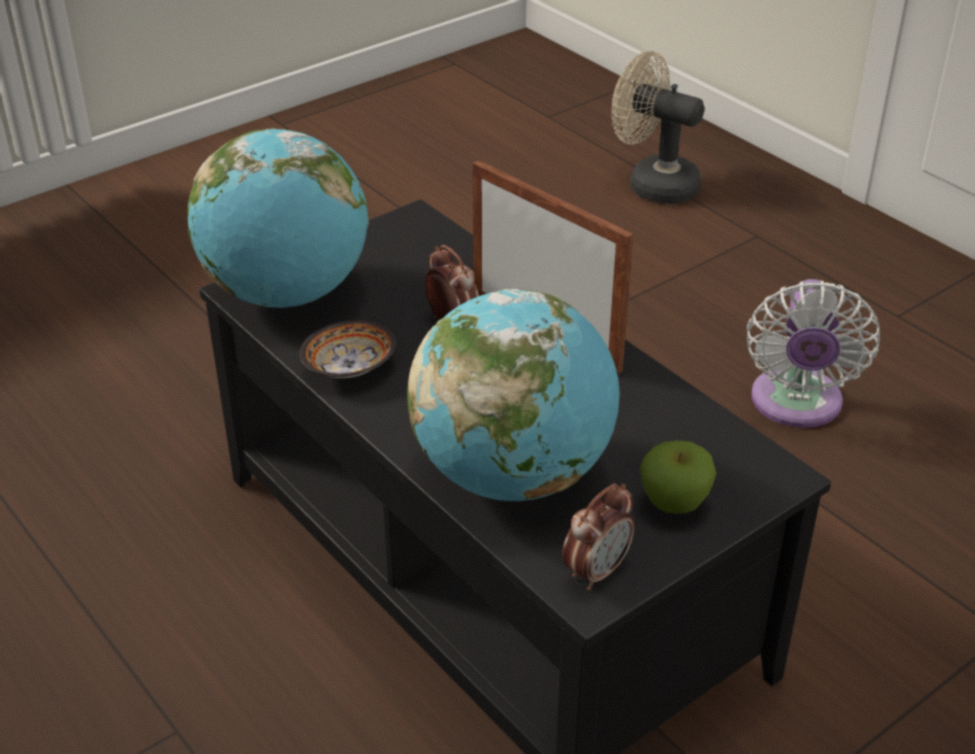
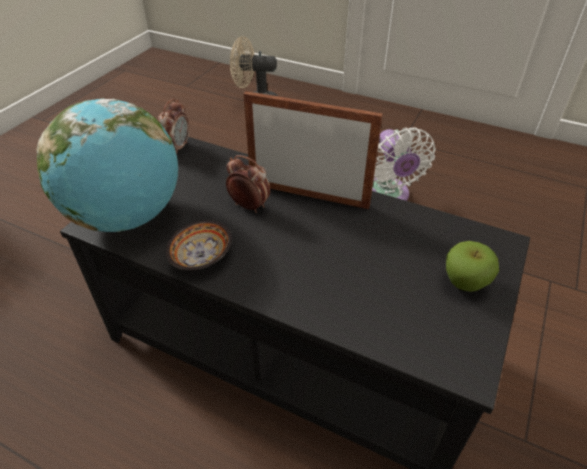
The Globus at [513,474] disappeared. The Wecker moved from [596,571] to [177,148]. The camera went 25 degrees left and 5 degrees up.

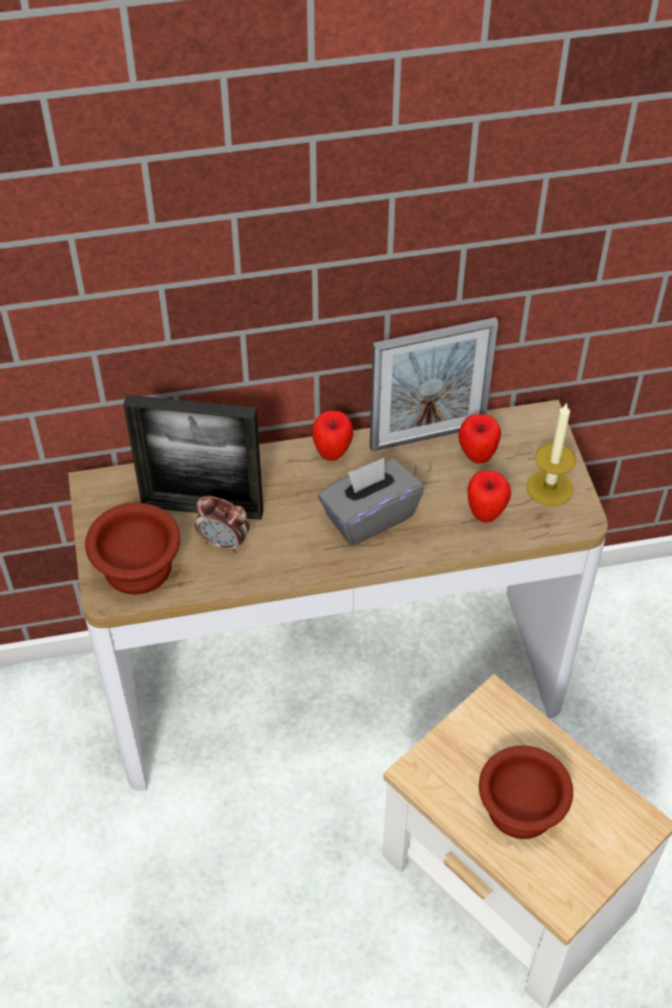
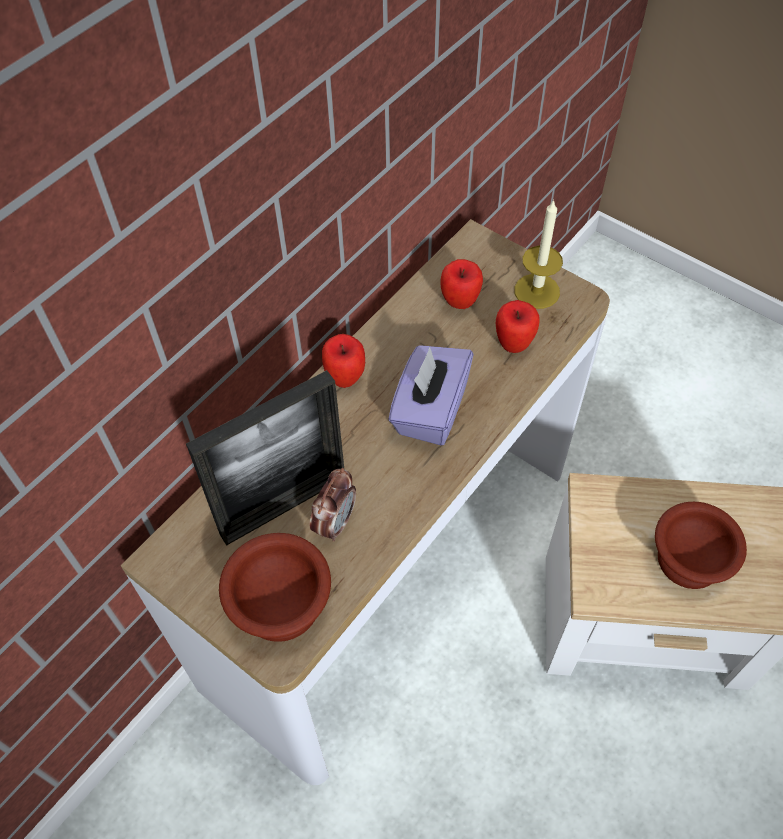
The Bilderrahmen at [427,436] disappeared. The Taschentuchbox (grau) at [369,516] became the Taschentuchbox (lila) at [430,410]. The Wecker at [224,543] turned 45 degrees counterclockwise. The camera went 40 degrees left and 5 degrees up.

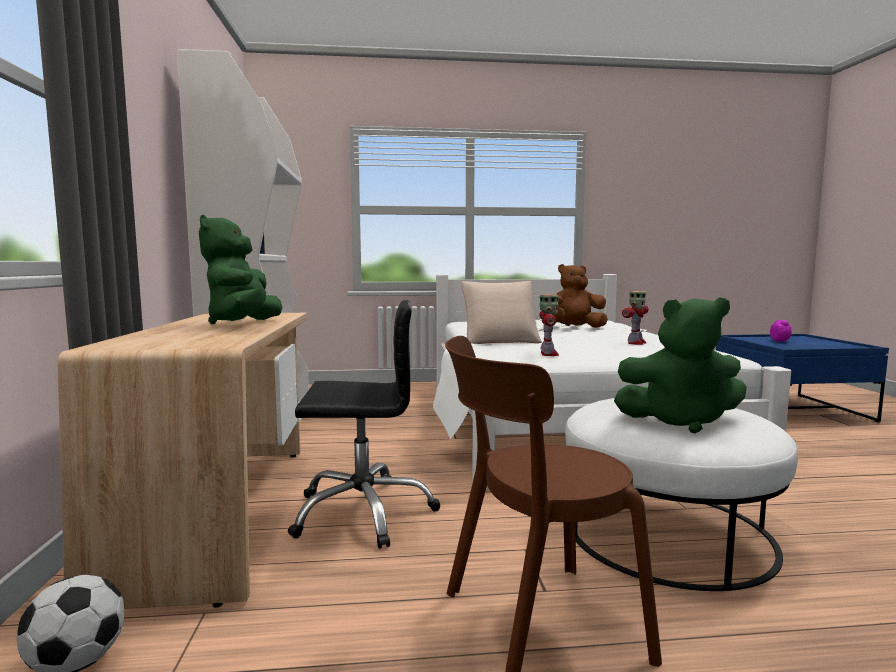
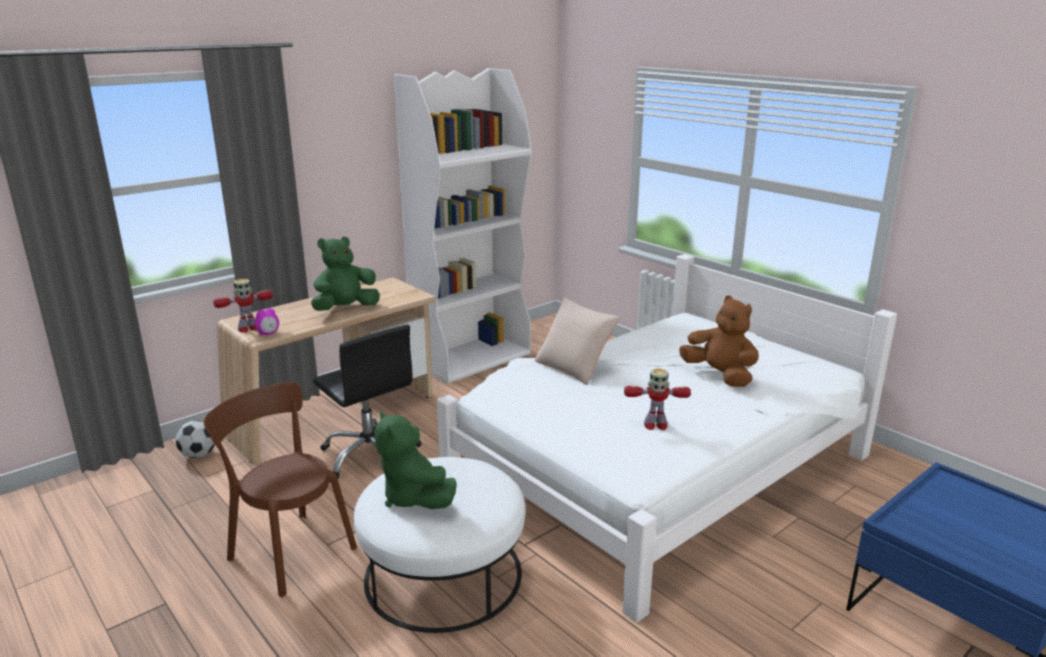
The Spielzeugroboter moved from [548,354] to [248,328]. The Wecker moved from [780,341] to [268,334]. The camera went 55 degrees right and 15 degrees up.

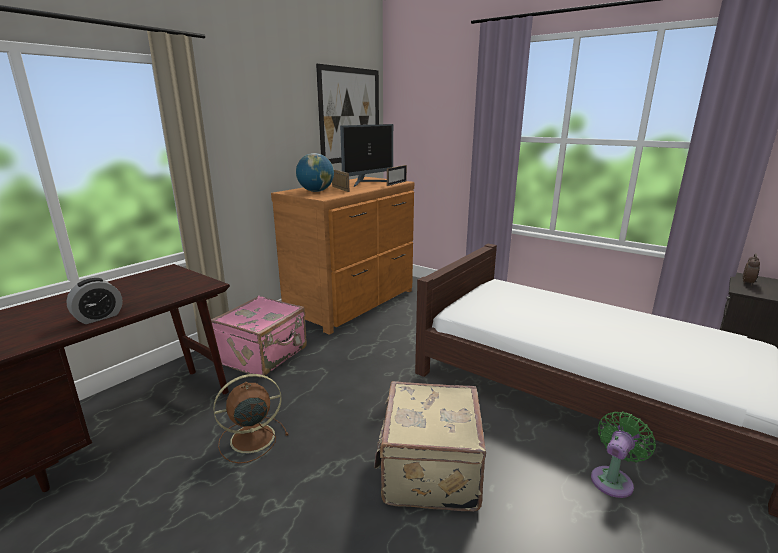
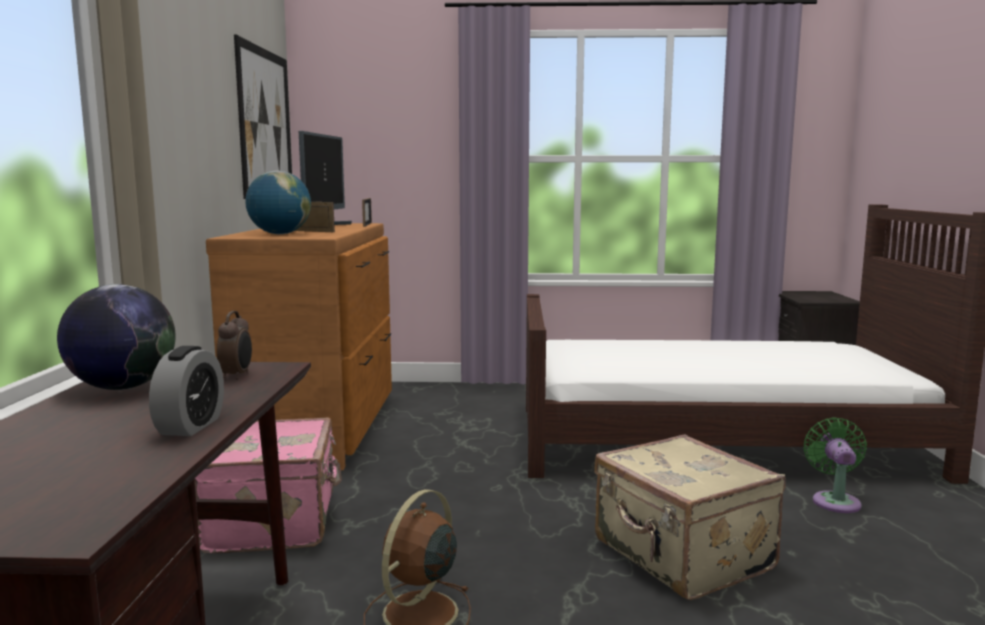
The Wecker moved from [748,283] to [237,375]. The Globus at [122,387] appeared. The camera went 35 degrees left and 10 degrees down.

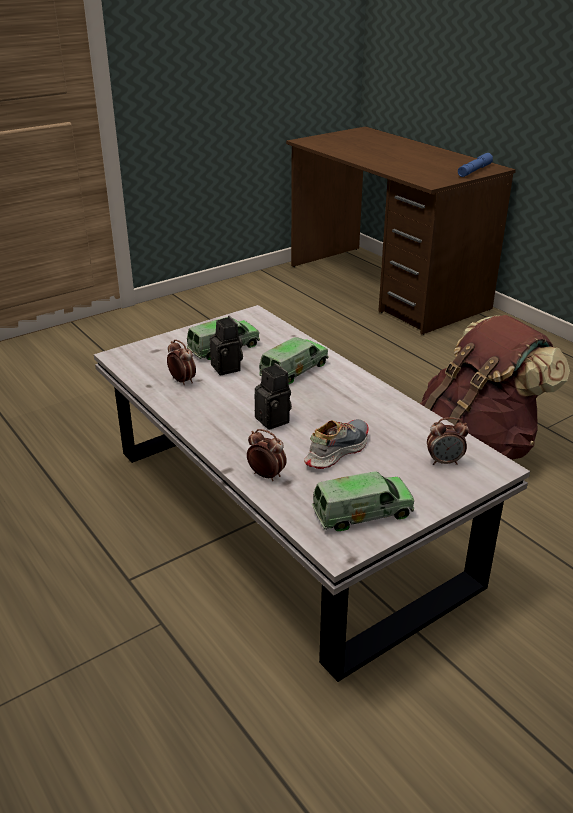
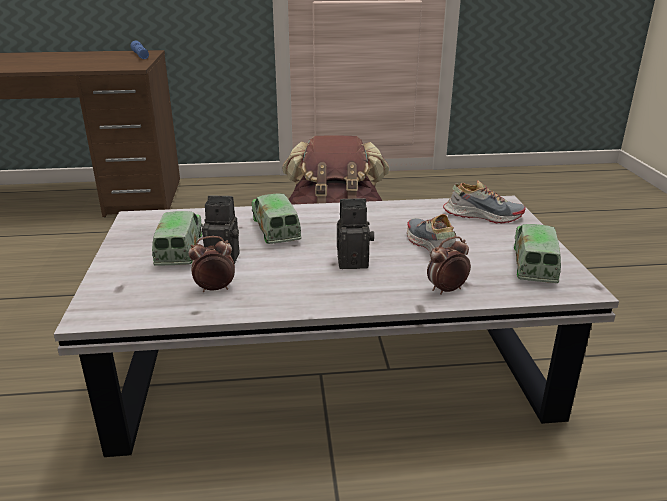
The Wecker at [444,461] was replaced by the Schuh at [482,215]. The camera went 60 degrees left and 5 degrees down.

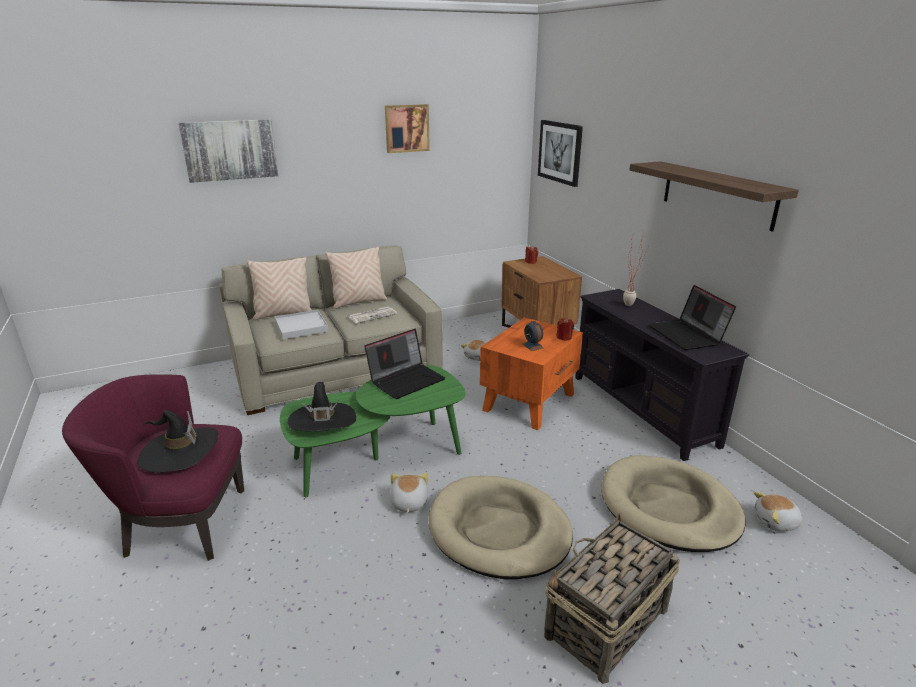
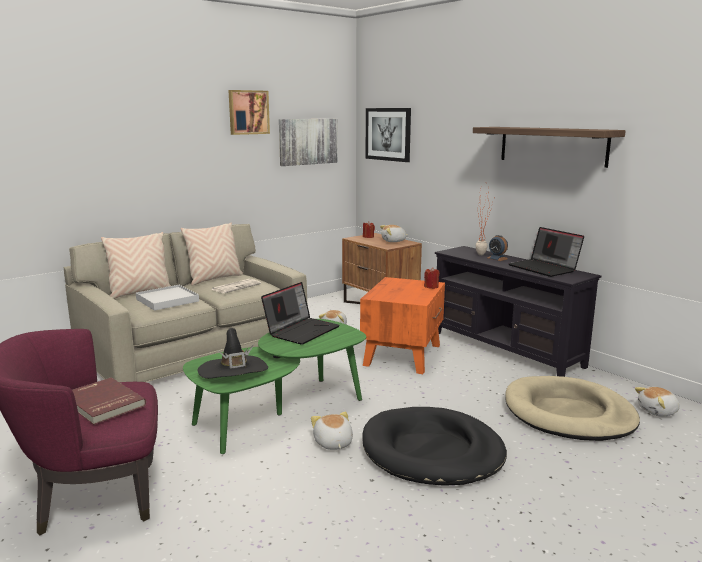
The Bild moved from [230,150] to [308,141]. The Wecker moved from [532,346] to [497,258]. The Hut (schwarz) at [179,452] was replaced by the Buch (rot) at [102,403]. The Hundebett (beige) at [499,531] became the Hundebett (schwarz) at [432,451]. The Korb at [605,624] disappeared. The Plüschtier at [394,241] appeared. The camera went 15 degrees left and 10 degrees down.

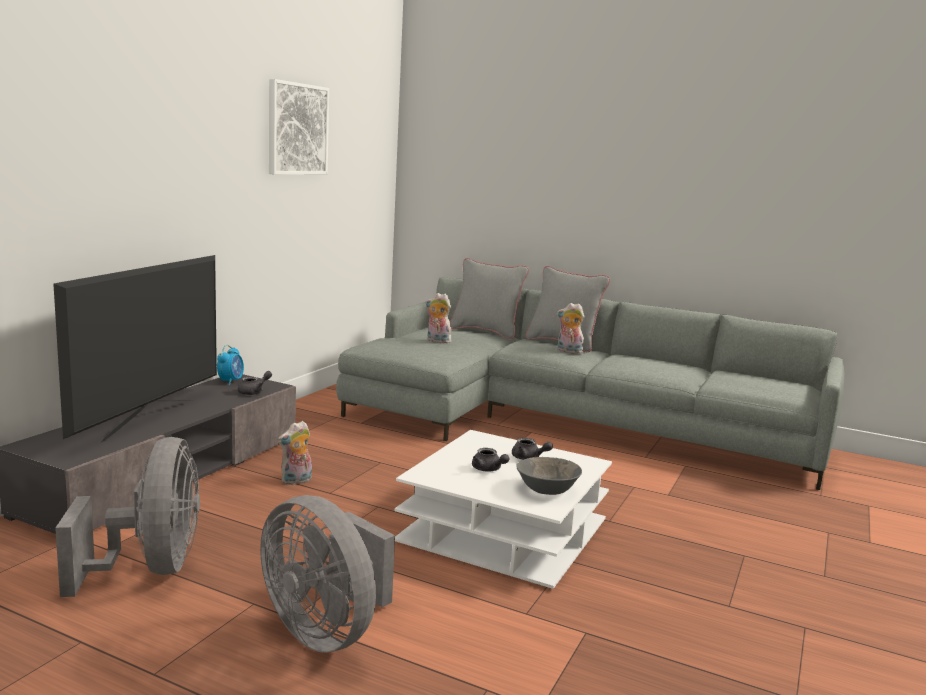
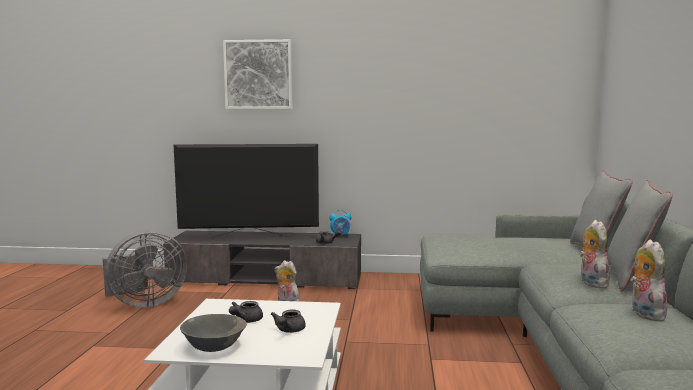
The Bild moved from [297,129] to [258,75]. The Plüschtier moved from [437,341] to [644,313]. The Ventilator (grau) at [326,631] disappeared. The camera went 70 degrees right and 5 degrees down.

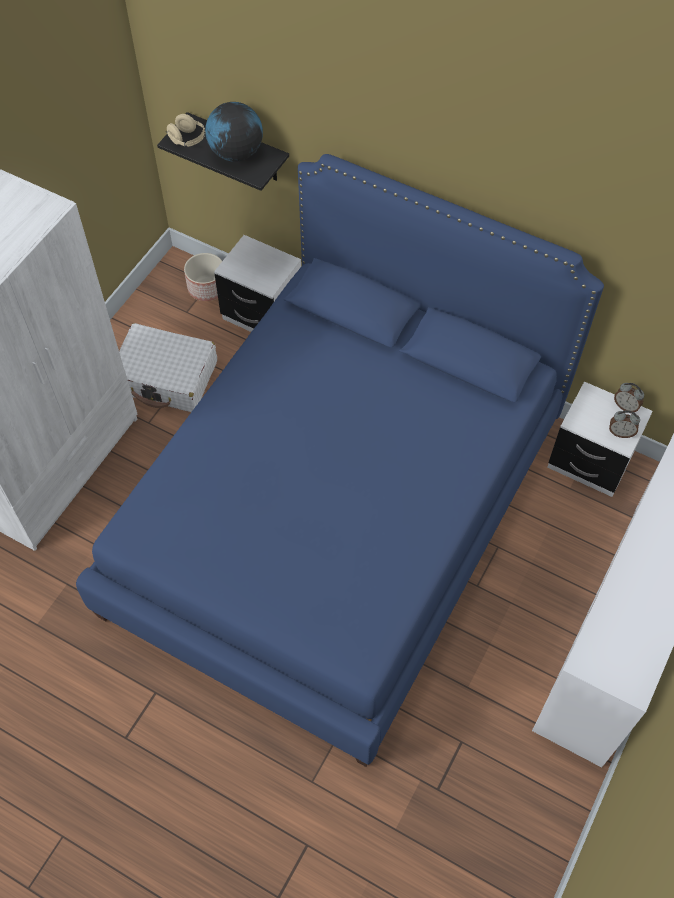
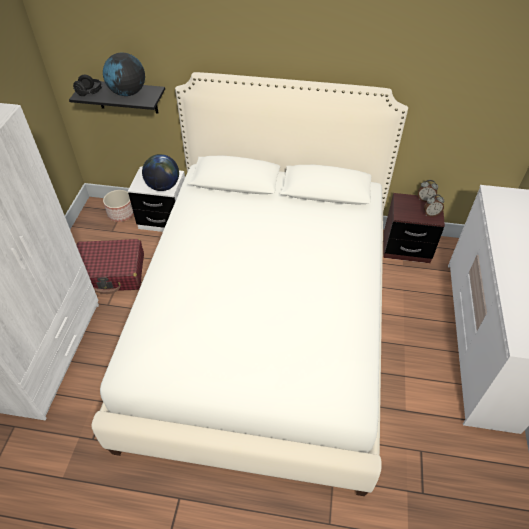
The Kopfhörer (beige) at [187,140] became the Kopfhörer (schwarz) at [90,93]. The Bett (blau) at [337,515] became the Bett (weiß) at [265,325]. The Koffer (weiß) at [166,377] became the Koffer (rot) at [111,273]. The Nachttisch (weiß) at [589,462] became the Nachttisch (braun) at [406,247]. The Globus at [163,186] appeared. The camera went 20 degrees left and 10 degrees down.

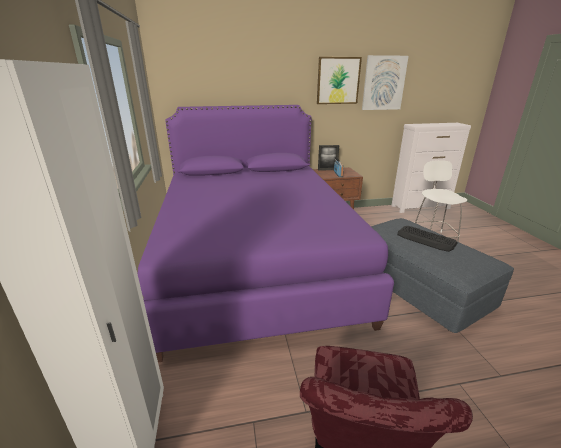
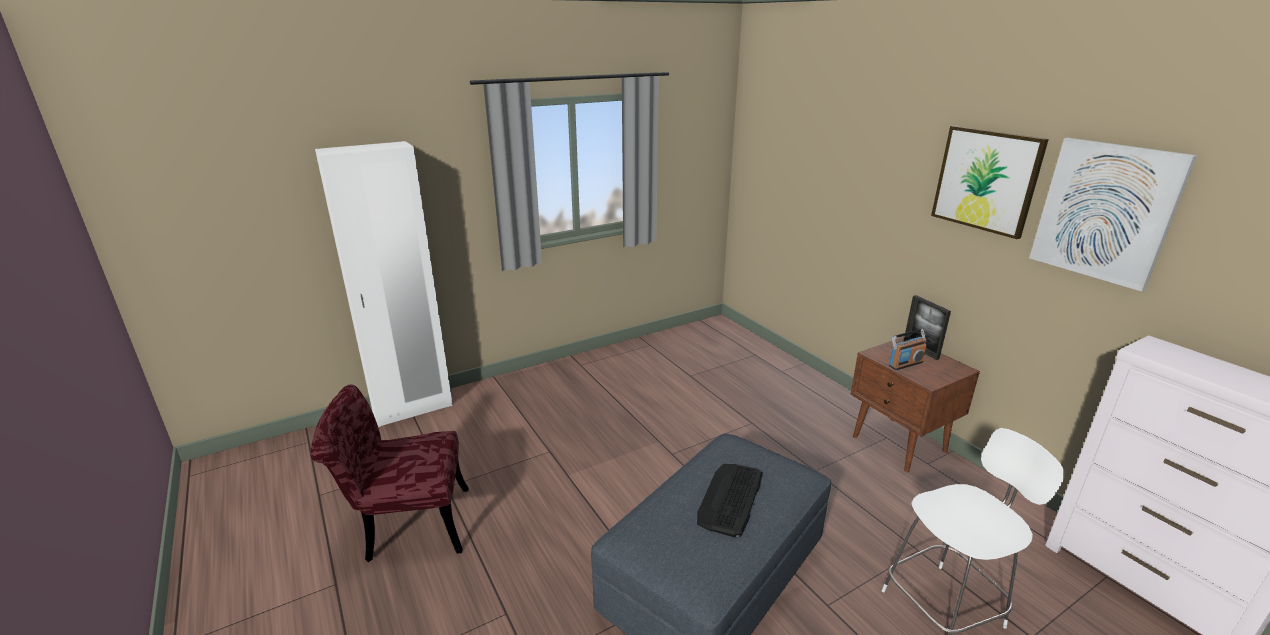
The Bett (lila) at [255,261] disappeared. The camera went 70 degrees right and 0 degrees up.

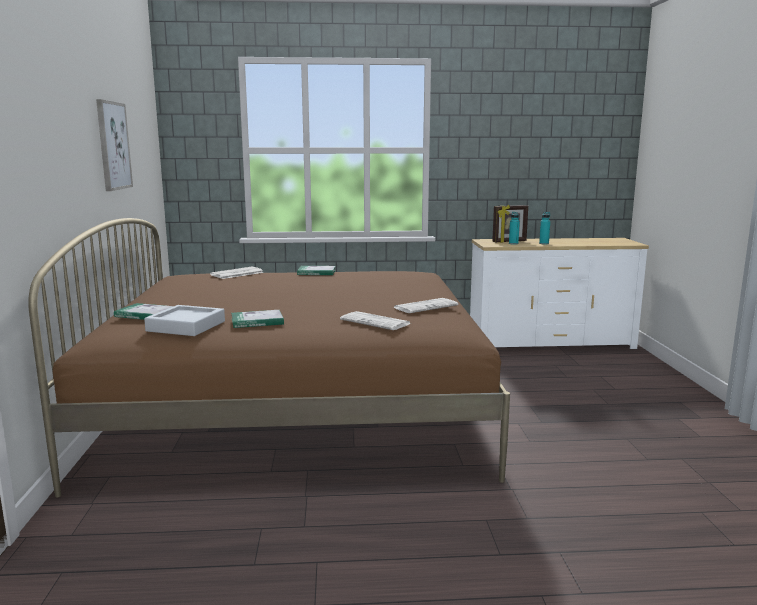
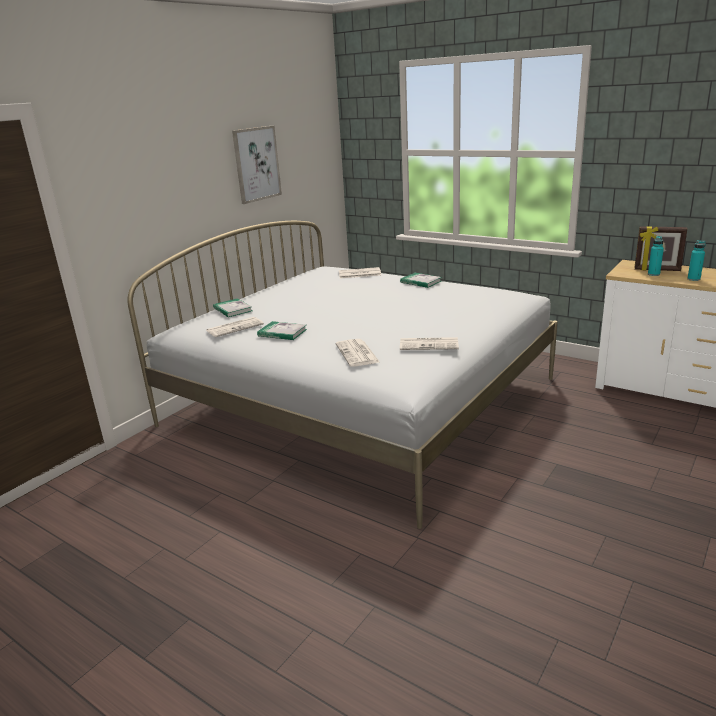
The Bett (braun) at [296,406] became the Bett (weiß) at [360,401]. The Tablett (grau) at [186,326] was replaced by the Zeitung at [235,327]. The camera went 40 degrees right and 10 degrees up.

